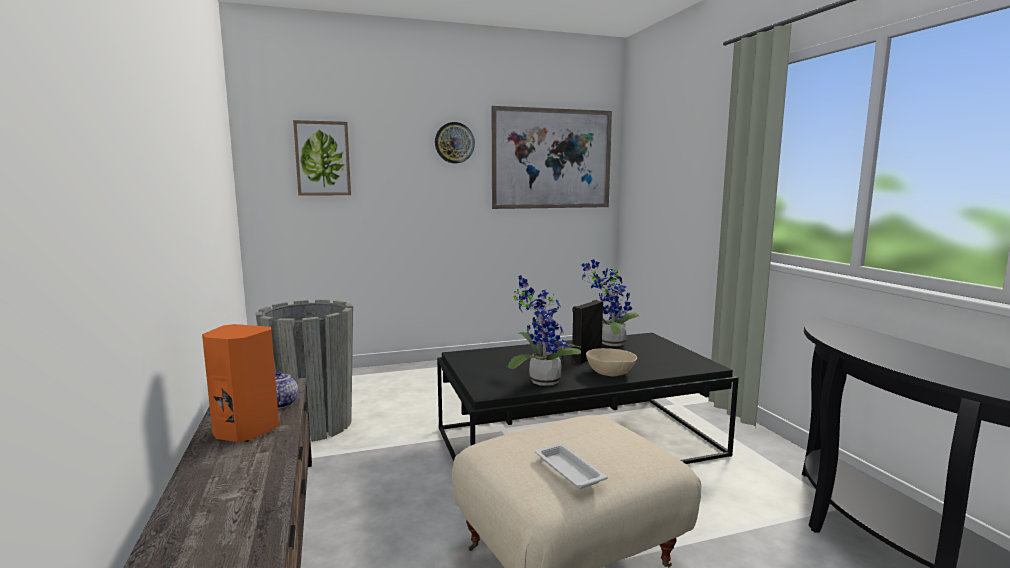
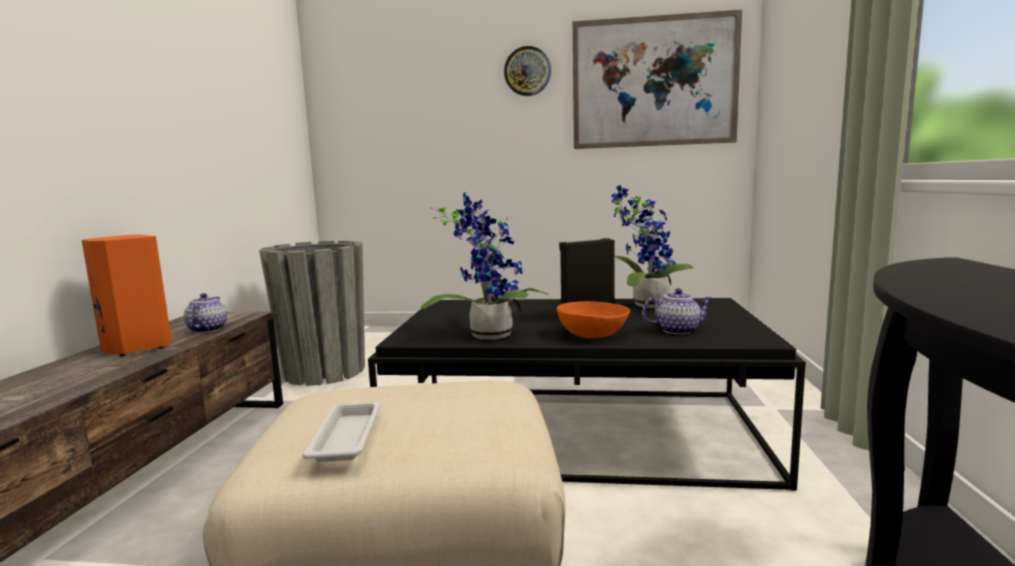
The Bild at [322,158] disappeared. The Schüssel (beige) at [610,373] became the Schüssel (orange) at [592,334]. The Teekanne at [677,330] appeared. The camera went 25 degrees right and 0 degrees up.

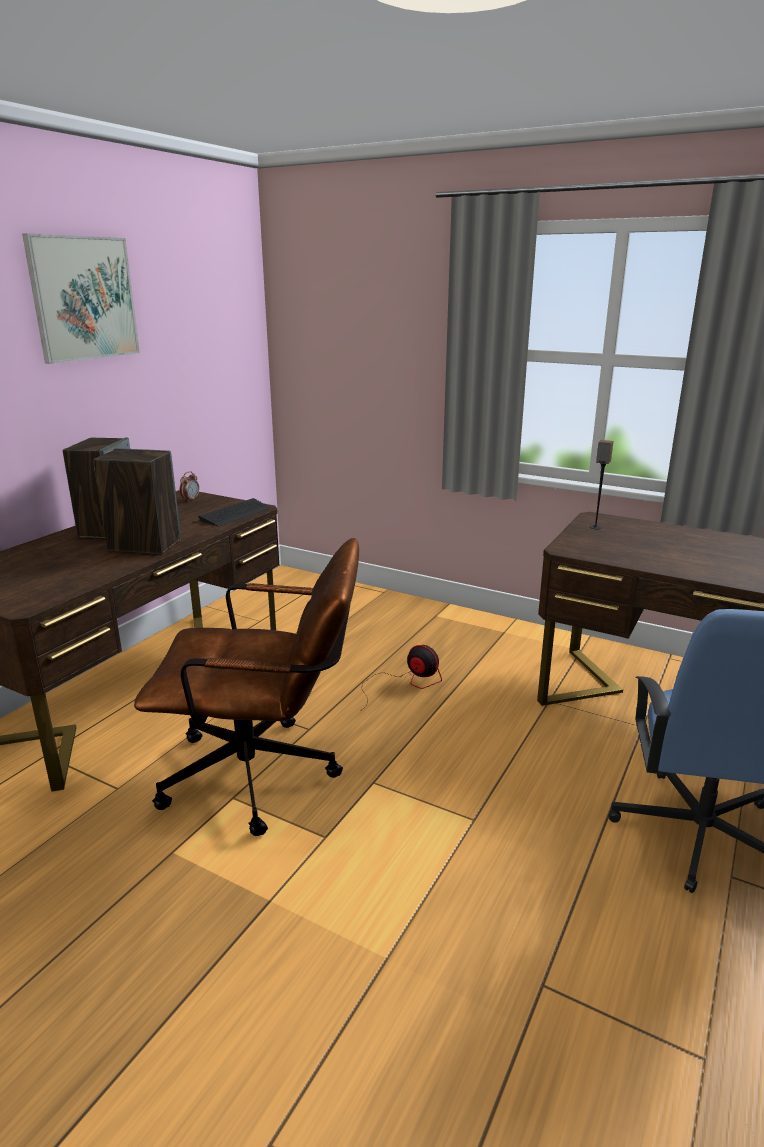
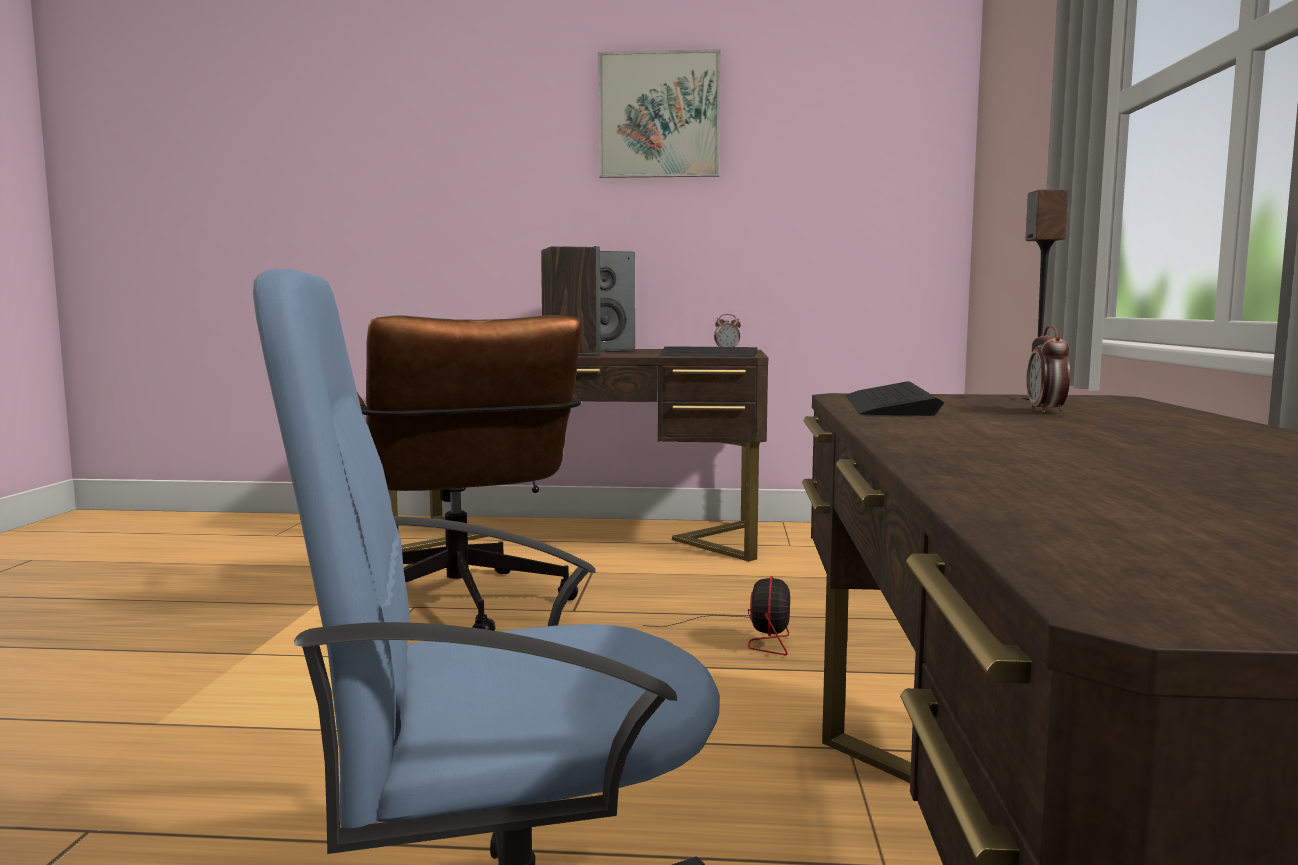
The Wecker at [1046,411] appeared. The Tastatur at [890,404] appeared. The camera went 65 degrees right and 15 degrees down.

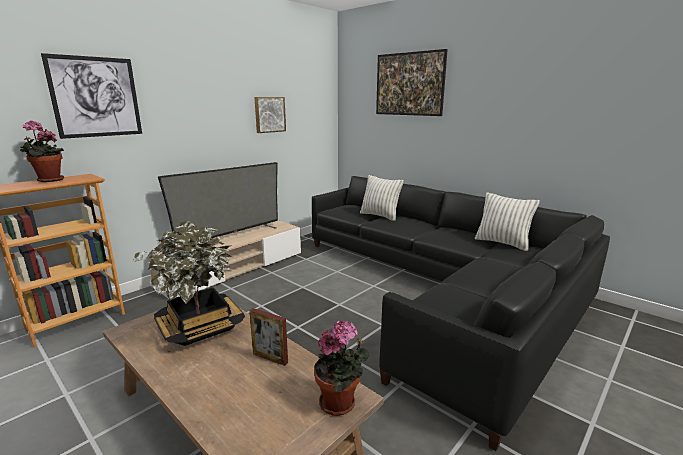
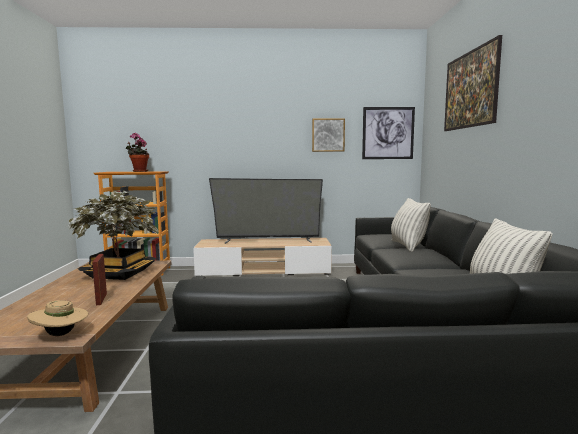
The Bild moved from [96,97] to [388,133]. The Topfpflanze at [340,403] was replaced by the Hut (beige) at [61,334]. The camera went 45 degrees right and 10 degrees down.

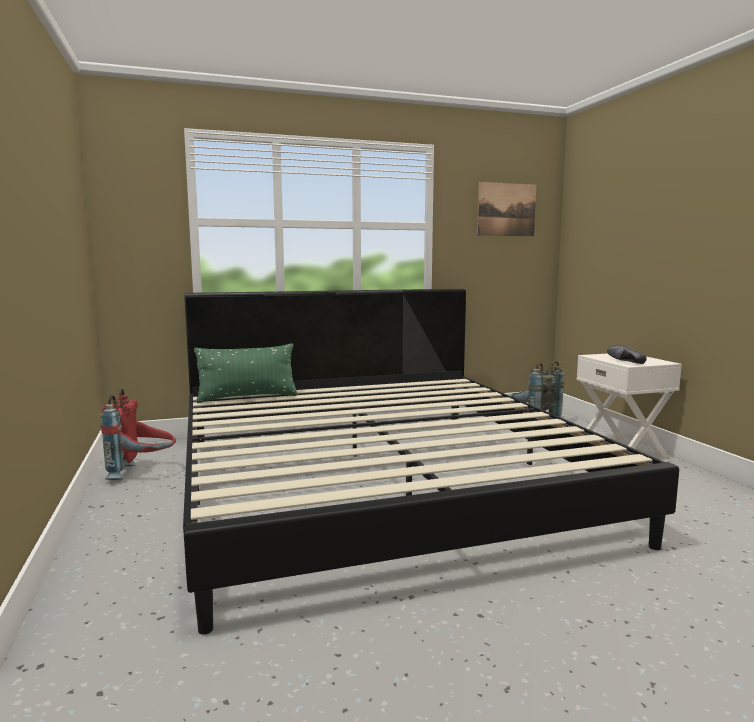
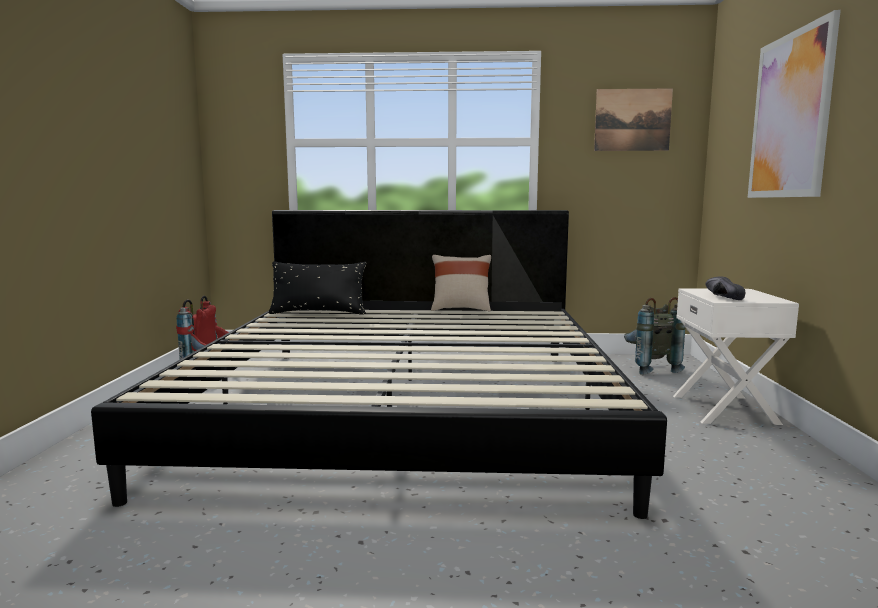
The Kissen (grün) at [247,397] became the Kissen (schwarz) at [318,313]. The Bild at [790,116] appeared. The Kissen (beige) at [461,309] appeared. The camera went 20 degrees right and 0 degrees up.

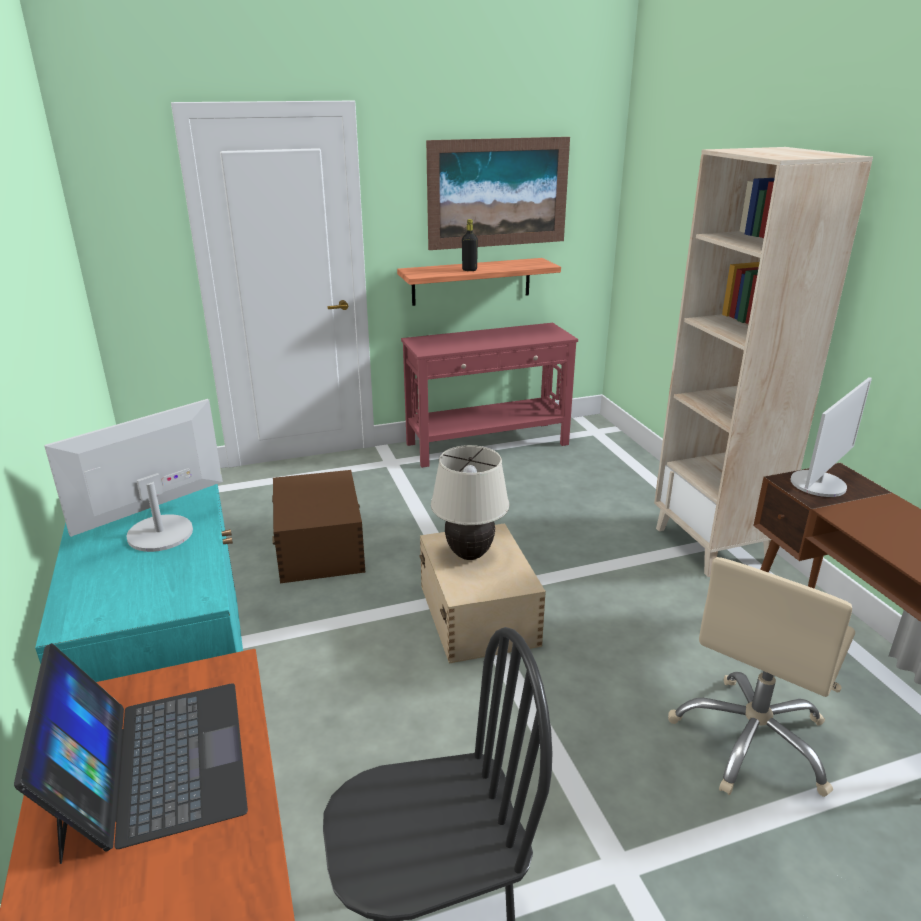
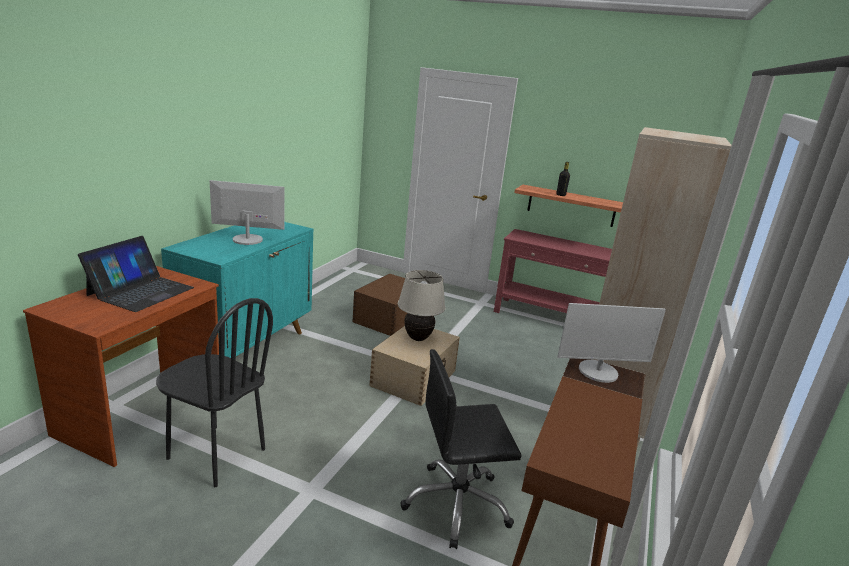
The Bild at [498,193] disappeared. The Bürostuhl (beige) at [752,740] became the Bürostuhl (schwarz) at [457,504]. The camera went 40 degrees right and 5 degrees down.

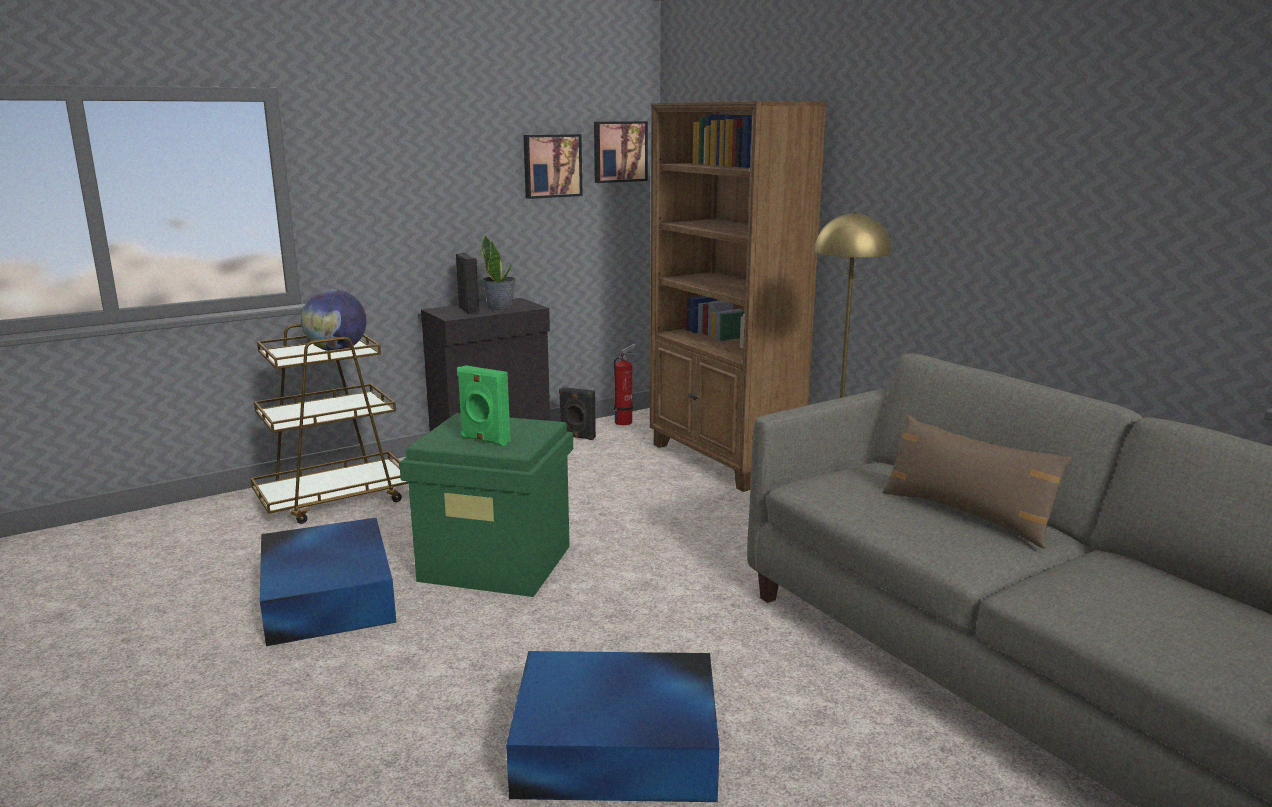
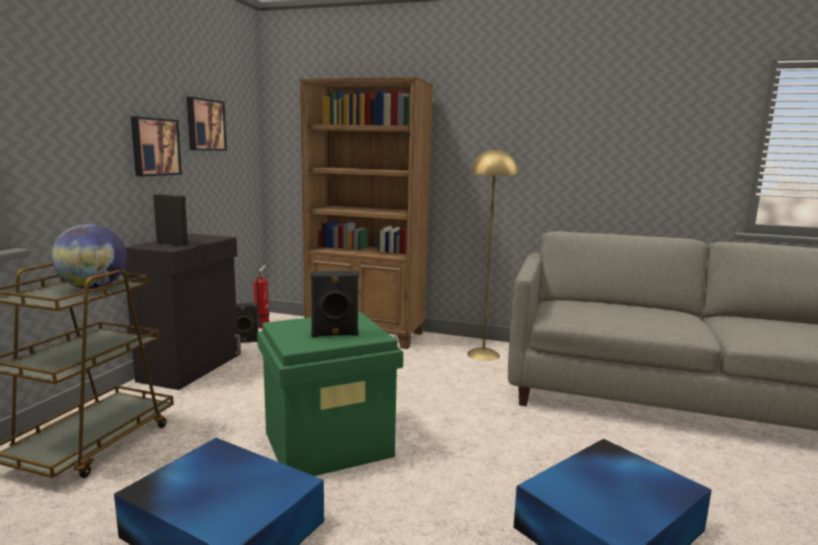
The Bild moved from [619,151] to [154,147]. The Topfpflanze at [500,308] disappeared. The Lautsprecher (grün) at [484,440] became the Lautsprecher (schwarz) at [334,335]. The Kissen (braun) at [966,515] disappeared. The camera went 40 degrees left and 5 degrees down.

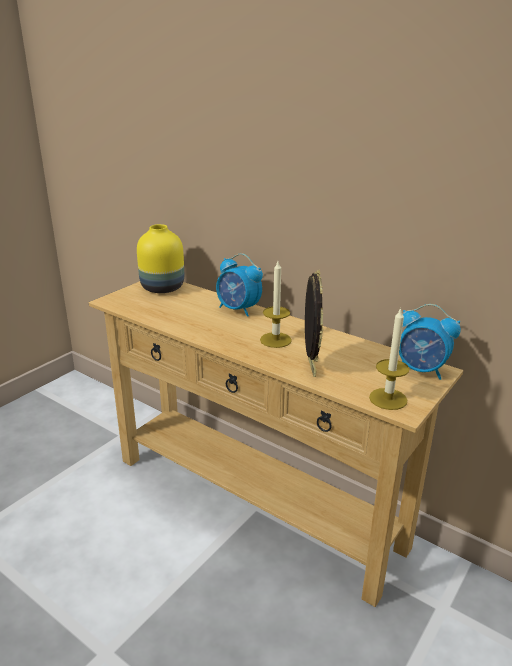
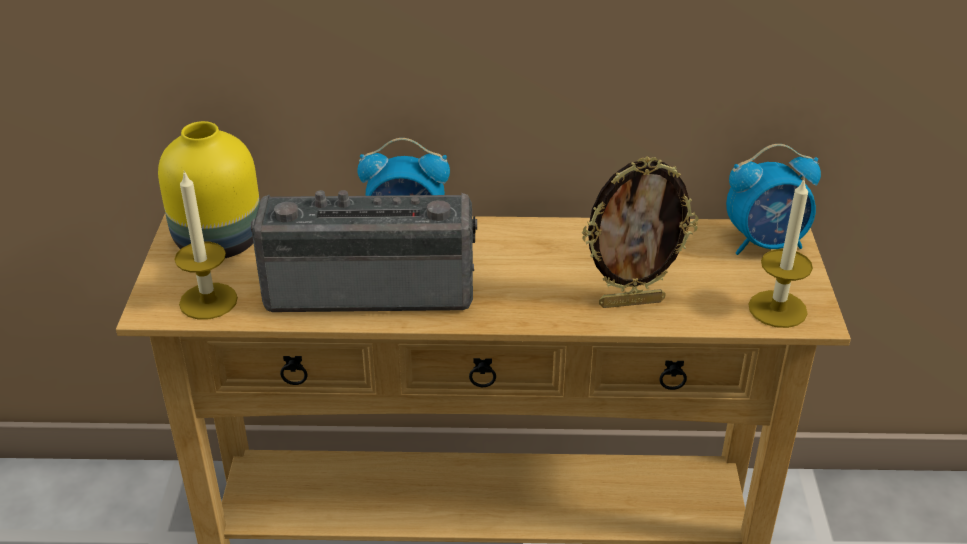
The Kerze moved from [275,340] to [208,301]. The Bilderrahmen at [310,367] turned 120 degrees clockwise. The Radio at [371,286] appeared. The camera went 35 degrees left and 10 degrees up.

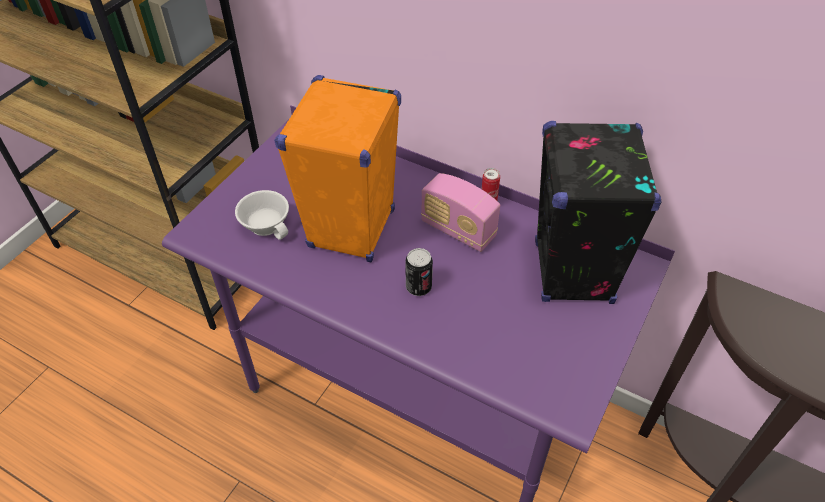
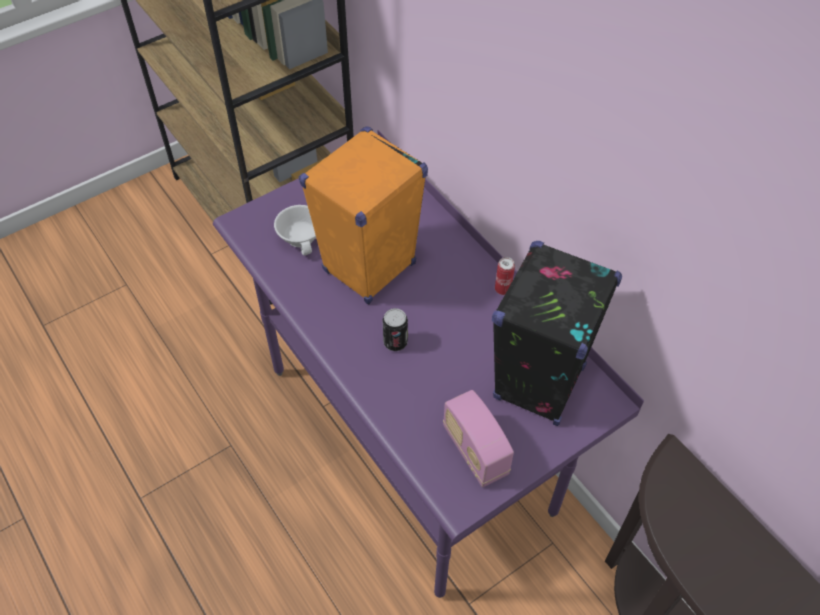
The Radio moved from [458,230] to [475,451]. The camera went 25 degrees right and 5 degrees up.

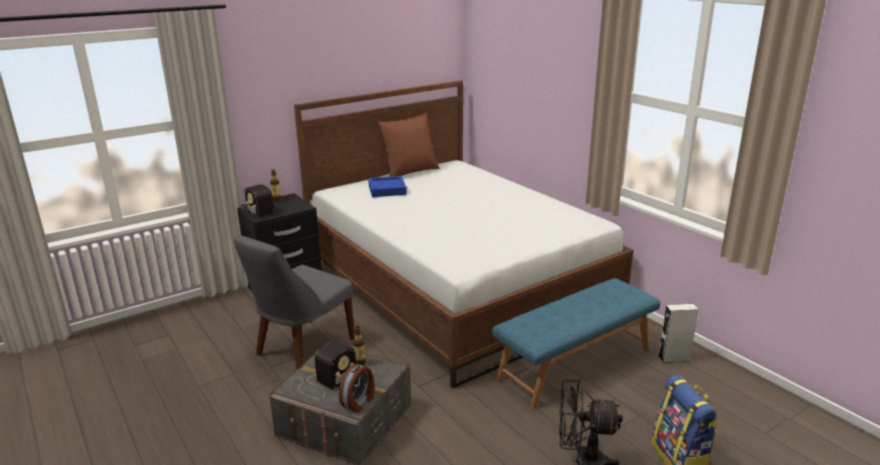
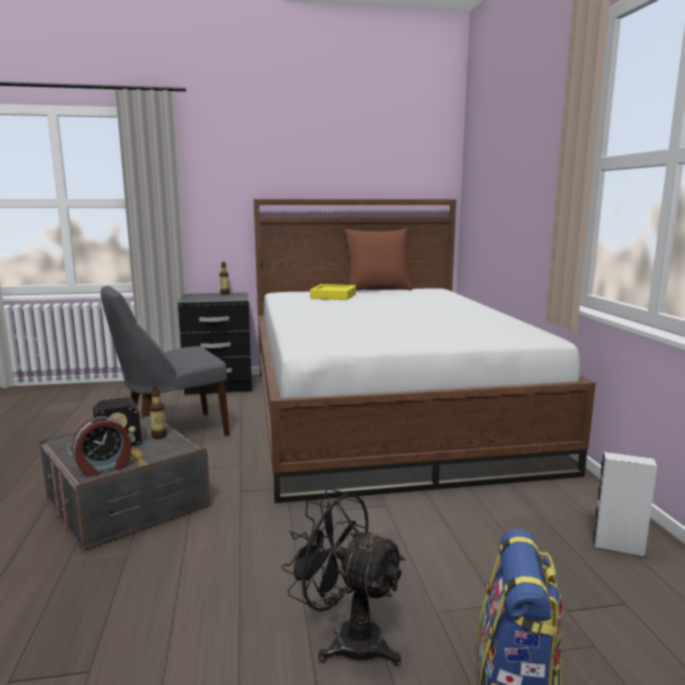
The Tablett (blau) at [387,190] became the Tablett (gelb) at [333,296]. The Radio at [258,209] disappeared. The Bank (blau) at [574,364] disappeared. The camera went 25 degrees right and 10 degrees down.

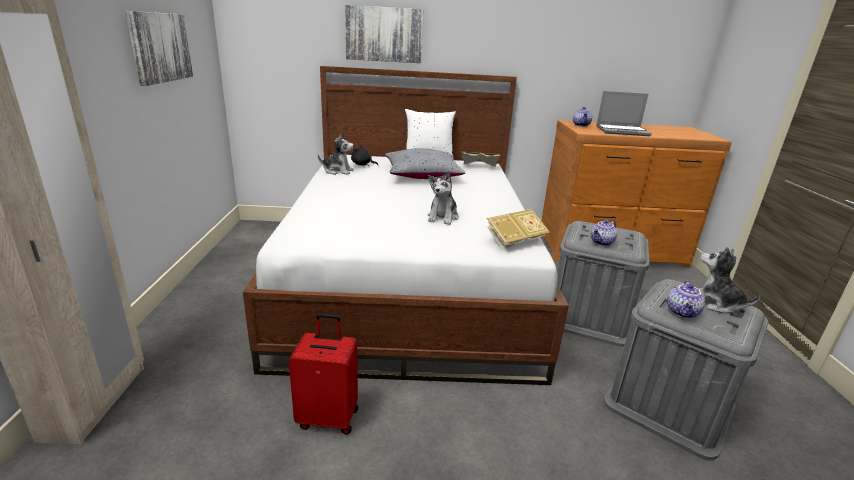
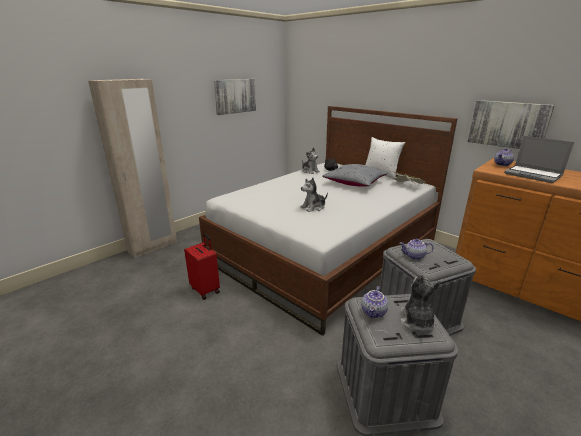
The Bild moved from [384,34] to [508,124]. The Buch at [515,241] disappeared. The Teekanne at [683,312] turned 45 degrees counterclockwise. The camera went 45 degrees right and 0 degrees up.

